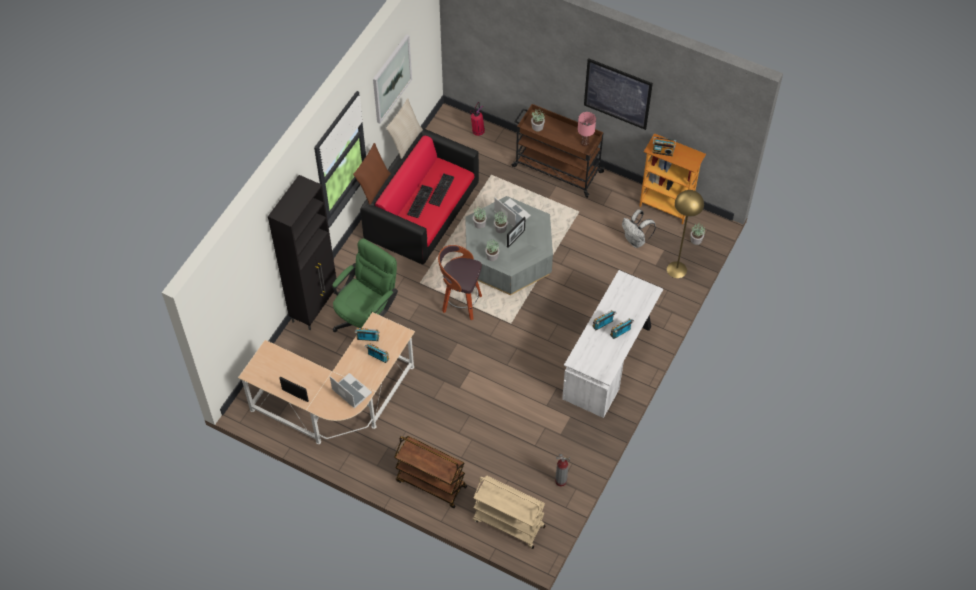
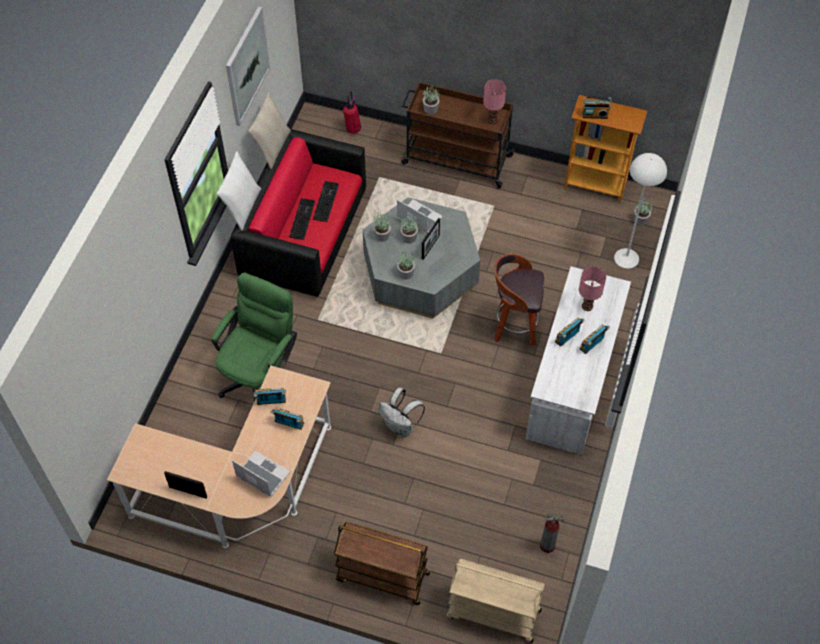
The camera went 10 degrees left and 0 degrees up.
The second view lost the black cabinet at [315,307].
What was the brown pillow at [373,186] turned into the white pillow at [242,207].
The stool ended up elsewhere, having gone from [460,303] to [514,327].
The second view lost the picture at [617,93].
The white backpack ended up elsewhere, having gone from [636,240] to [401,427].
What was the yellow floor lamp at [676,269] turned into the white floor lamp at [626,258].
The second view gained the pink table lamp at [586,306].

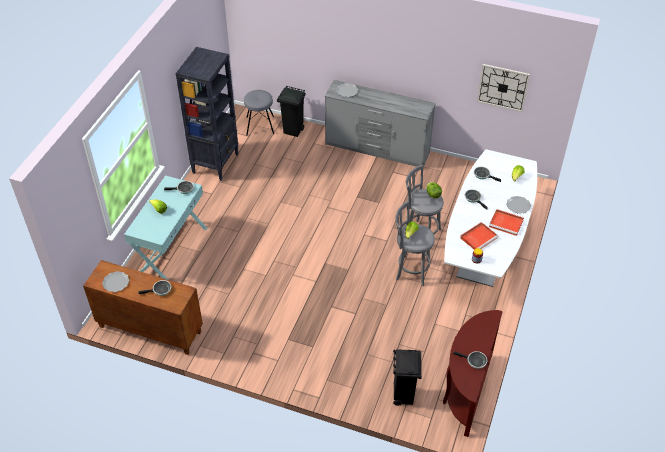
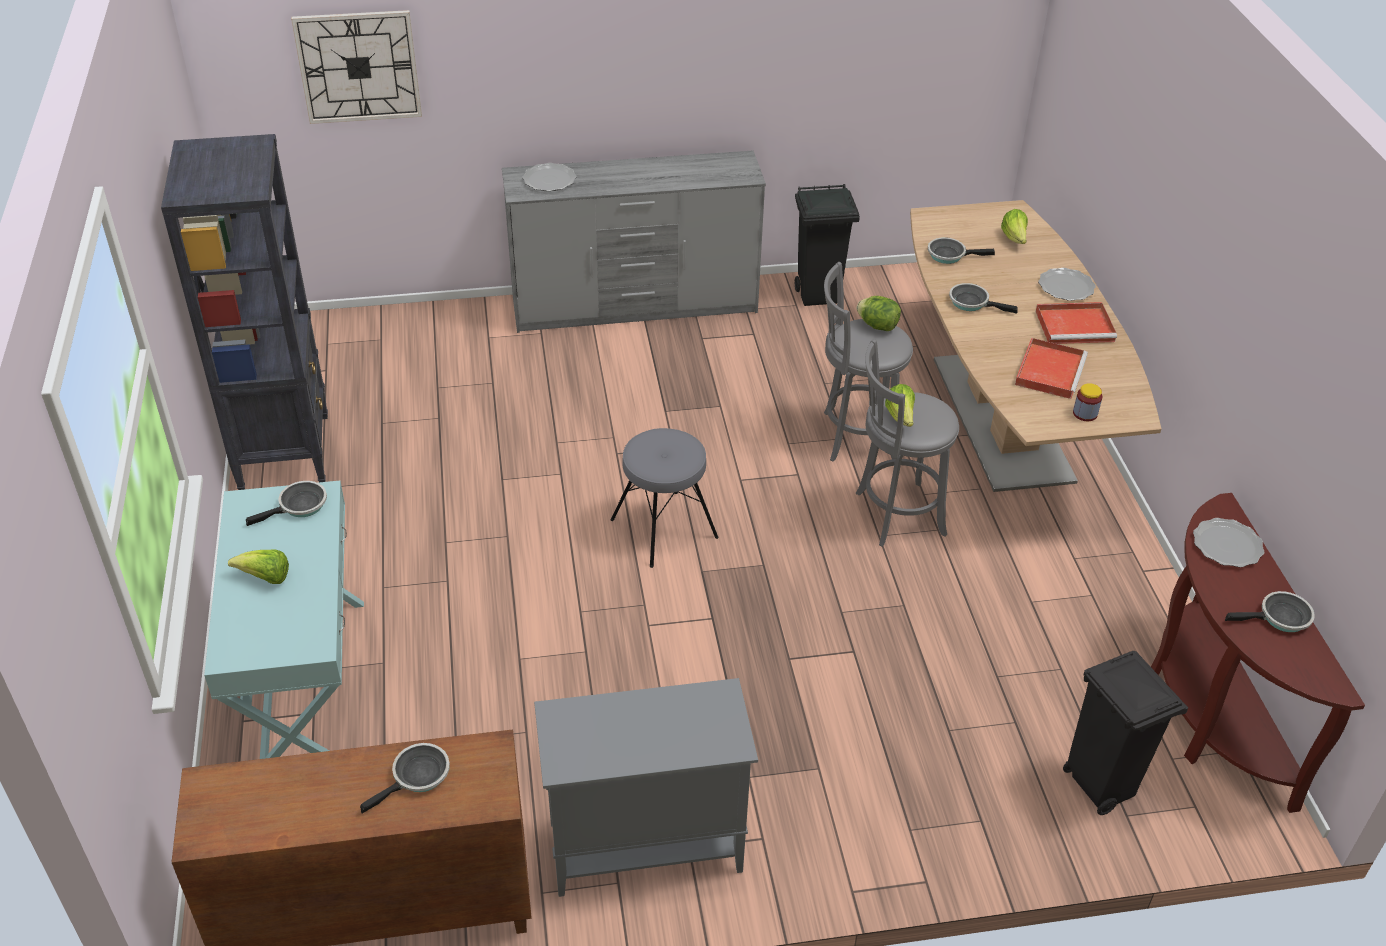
The camera went 30 degrees left and 5 degrees down.
The plate ended up elsewhere, having gone from [116,282] to [1227,545].
The grey stool ended up elsewhere, having gone from [260,125] to [663,528].
The black trash can ended up elsewhere, having gone from [293,131] to [819,295].
What was the white dining table at [485,249] turned into the brown dining table at [1001,418].
The wall clock ended up elsewhere, having gone from [503,87] to [358,67].
The second view gained the grey cabinet at [643,847].

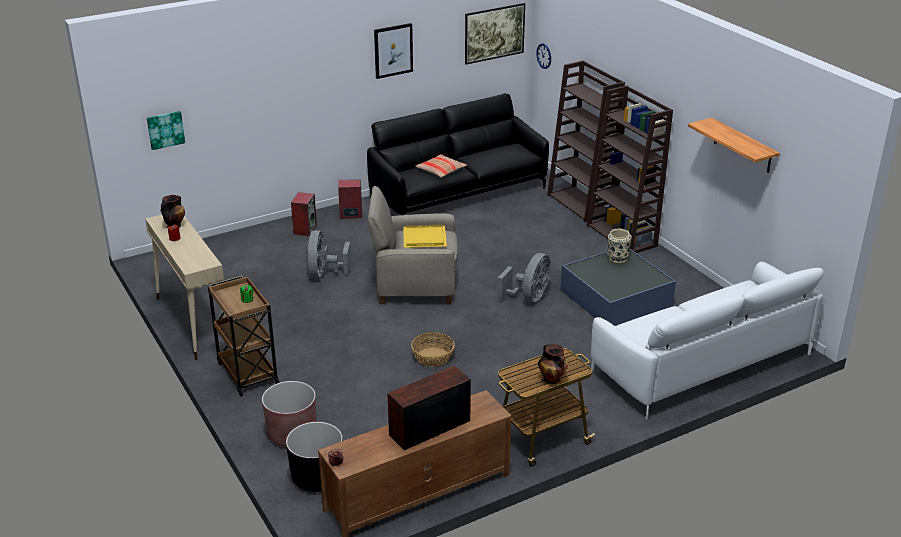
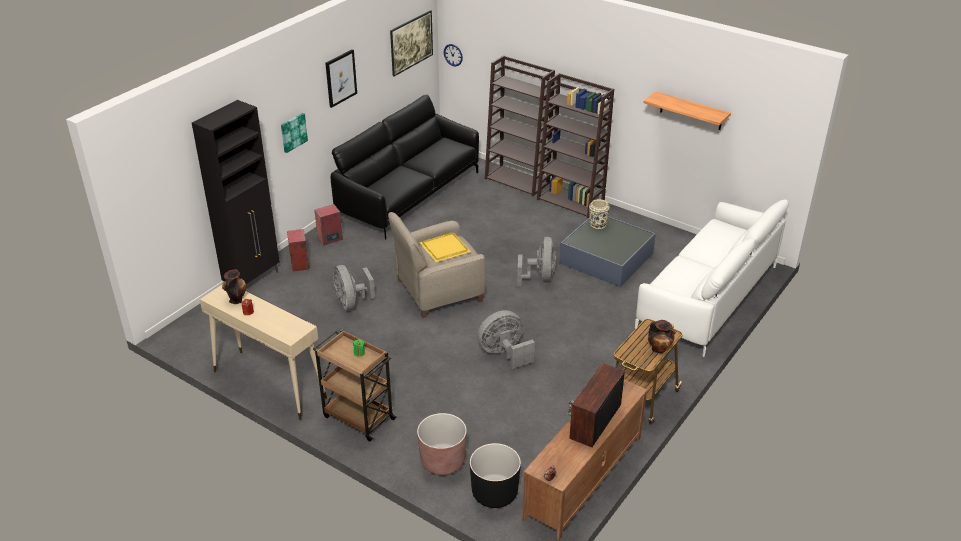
The camera went 25 degrees left and 5 degrees up.
The picture ended up elsewhere, having gone from [165,129] to [293,132].
Where the basket stood at [432,357], the grey fan came to stand at [504,354].
The second view lost the pillow at [441,171].
The second view gained the black cabinet at [253,280].

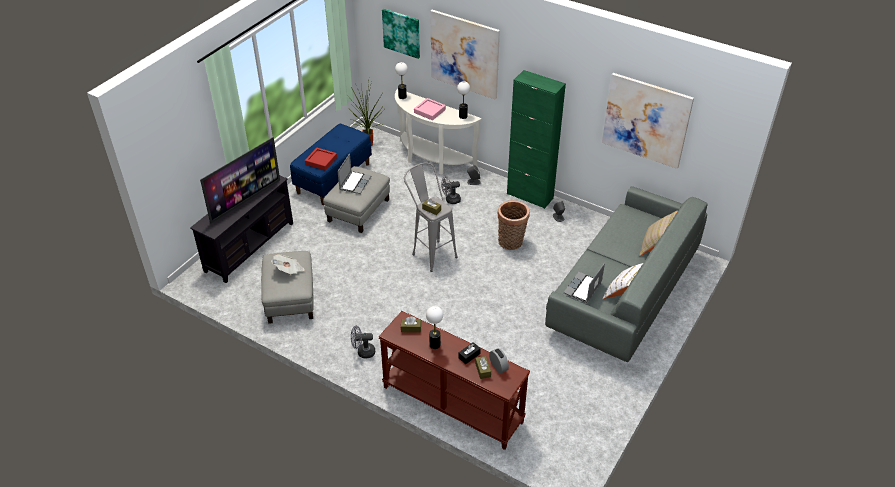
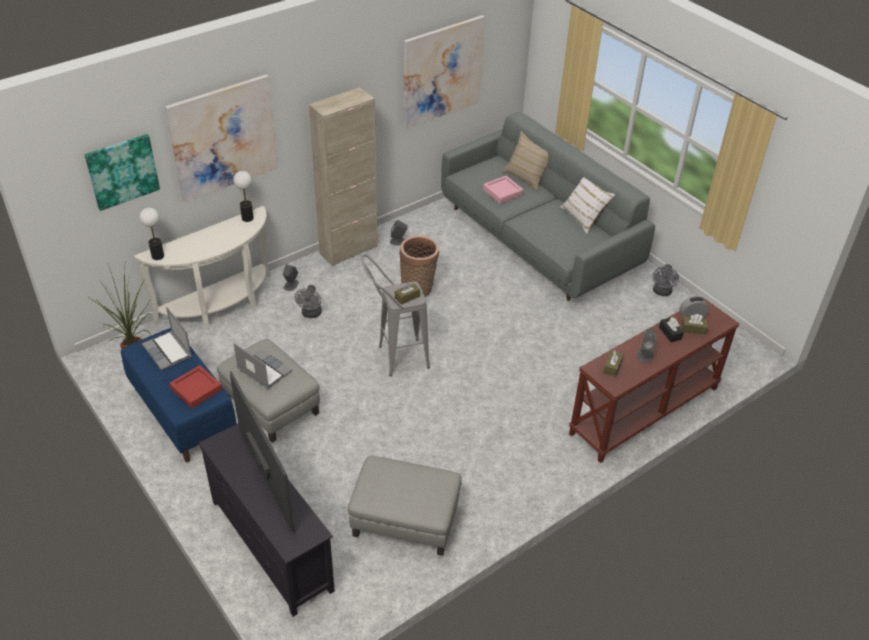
The camera went 70 degrees left and 0 degrees up.
The second view lost the newspaper at [289,270].
The grey fan ended up elsewhere, having gone from [363,352] to [662,292].
The pink tray ended up elsewhere, having gone from [429,111] to [502,192].
Where the table lamp stood at [435,345], the grey speaker came to stand at [645,354].
What was the green cabinet at [530,196] turned into the beige cabinet at [348,250].
The laptop ended up elsewhere, having gone from [583,289] to [168,351].

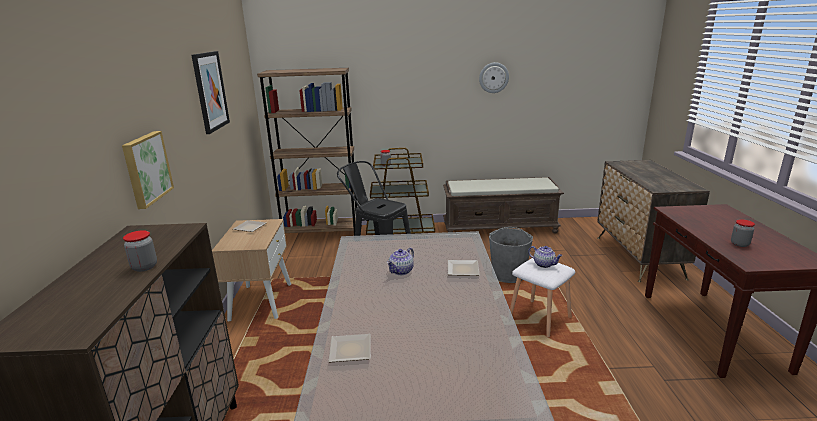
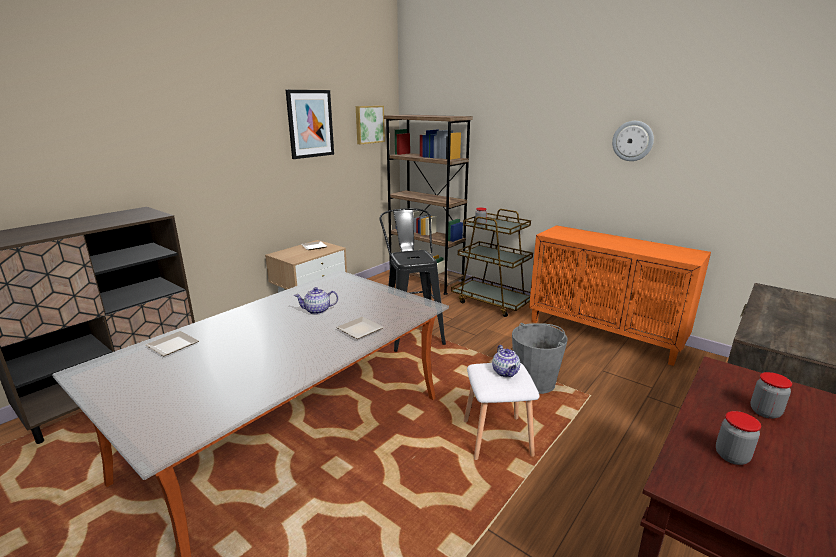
The camera went 40 degrees right and 0 degrees up.
The picture ended up elsewhere, having gone from [146,168] to [369,124].
The jar ended up elsewhere, having gone from [144,267] to [765,412].
Where the brown bench stood at [500,227], the orange cabinet came to stand at [604,334].

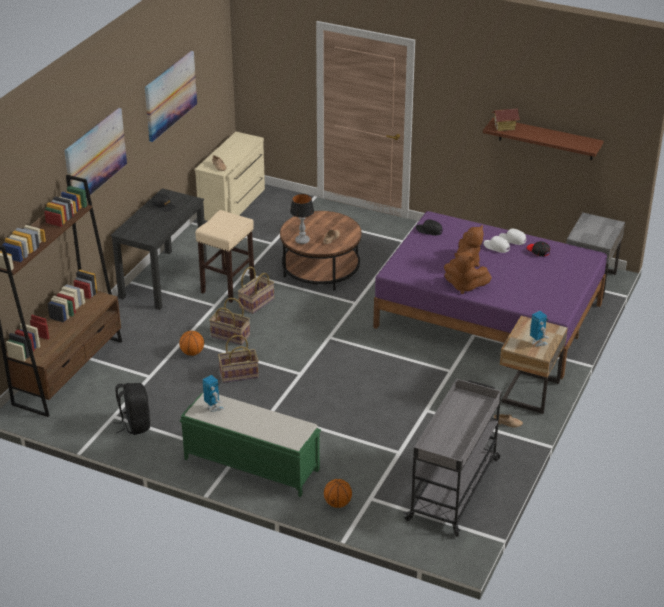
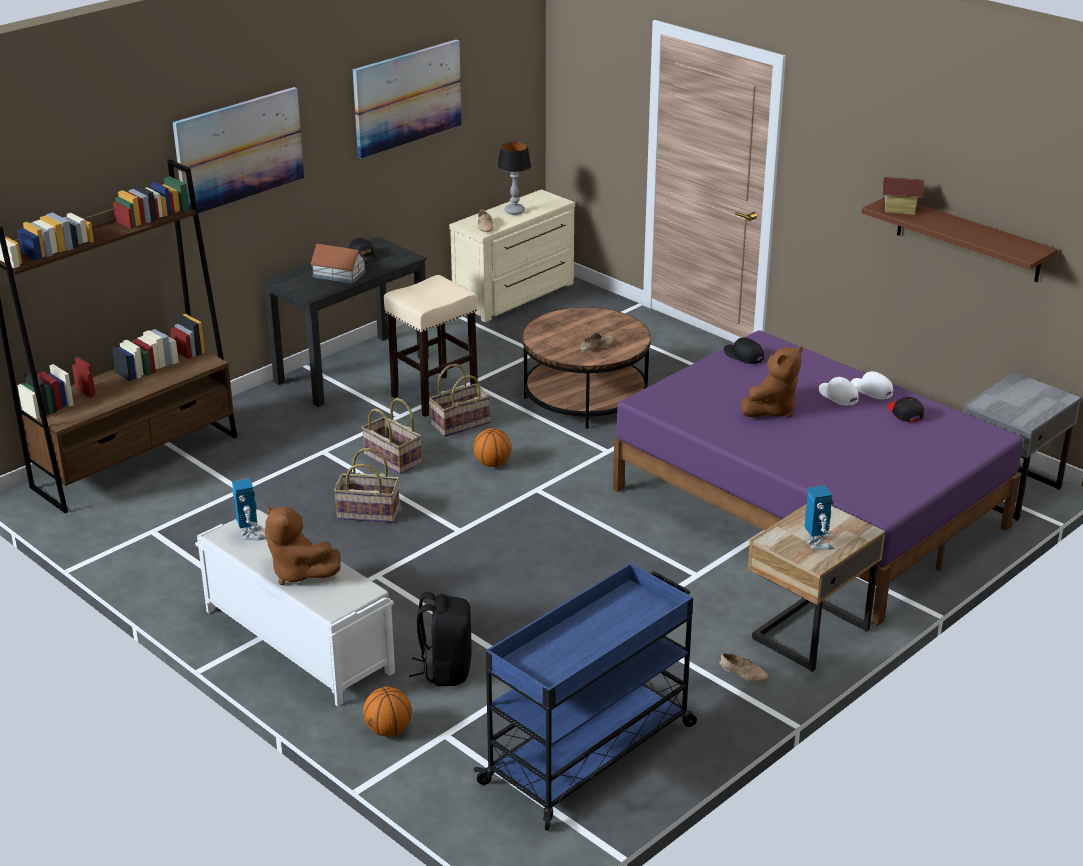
The camera went 20 degrees right and 5 degrees down.
The black backpack ended up elsewhere, having gone from [134,425] to [445,670].
The basketball ended up elsewhere, having gone from [192,353] to [492,464].
What was the green bench at [250,464] turned into the white bench at [297,640].
The table lamp ended up elsewhere, having gone from [302,241] to [514,211].
What was the grey cart at [454,488] turned into the blue cart at [591,752].
The brown plush toy ended up elsewhere, having gone from [464,286] to [298,573].
The second view gained the toy house at [338,274].

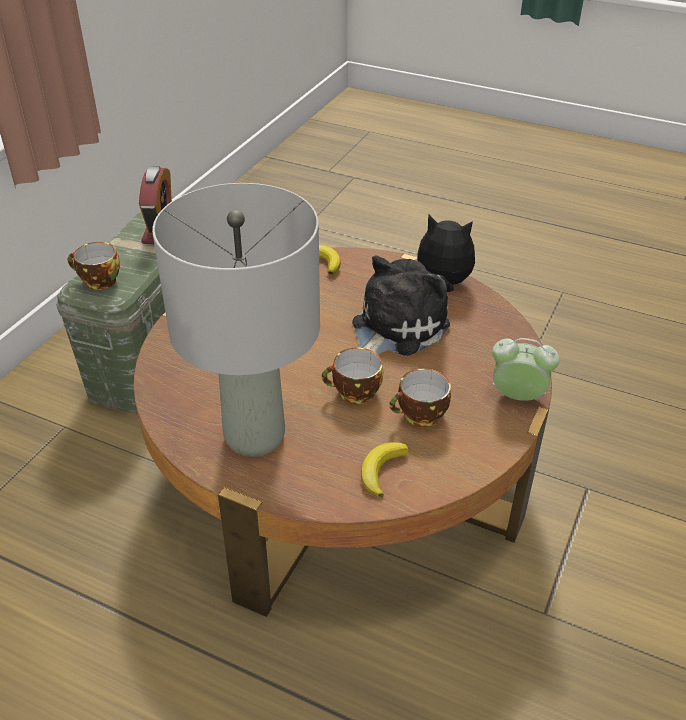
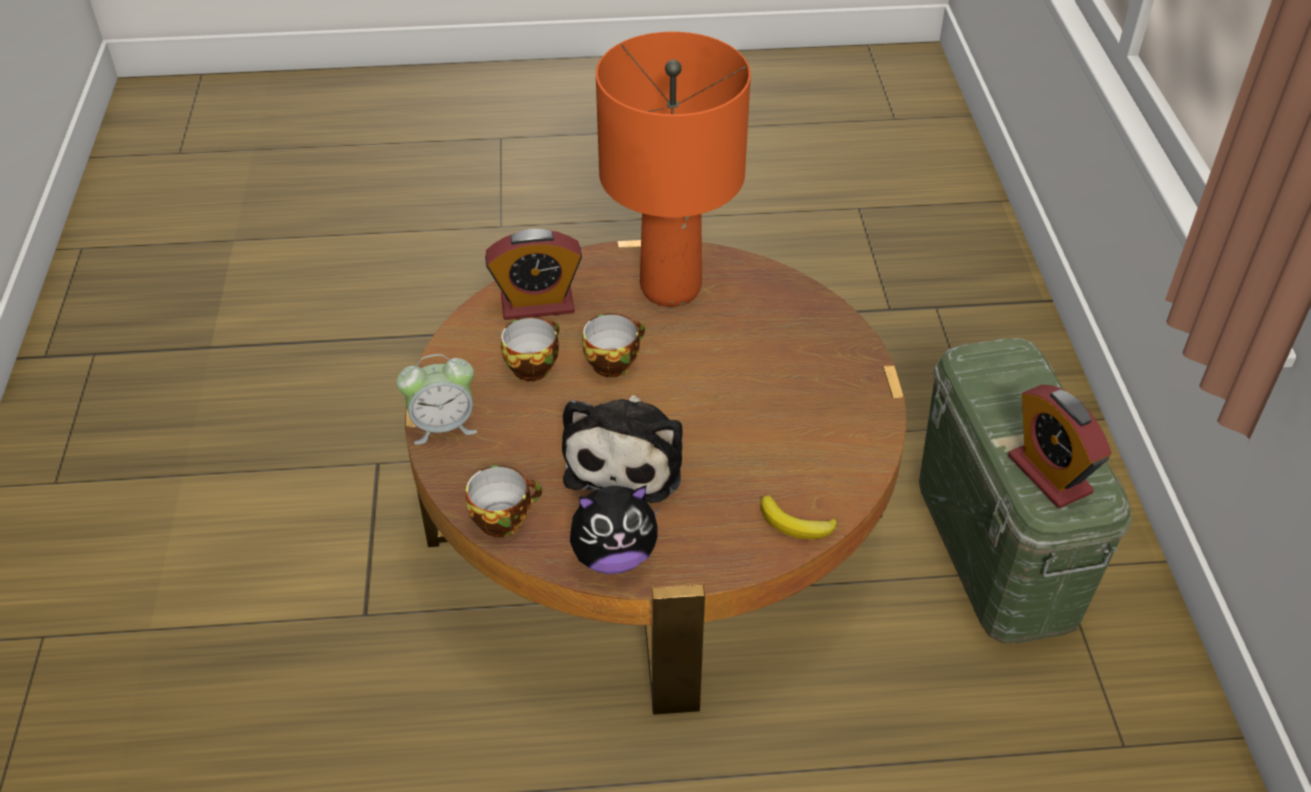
The camera went 150 degrees right and 5 degrees up.
The cup ended up elsewhere, having gone from [98,282] to [503,518].
What was the grey table lamp at [254,435] turned into the orange table lamp at [671,288].
Where the banana stood at [381,470], the alarm clock came to stand at [537,304].

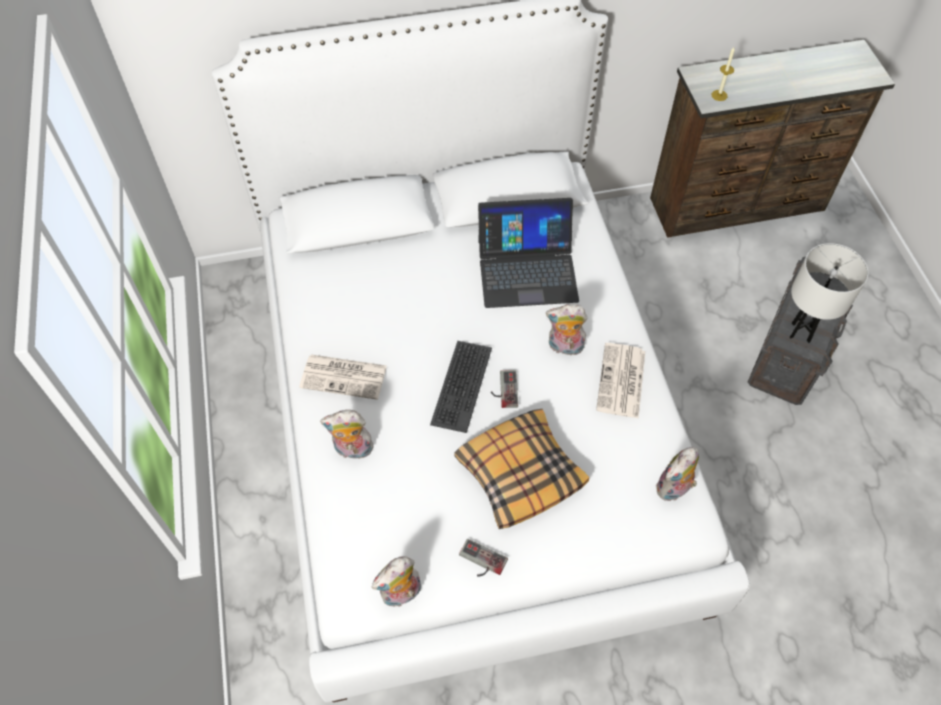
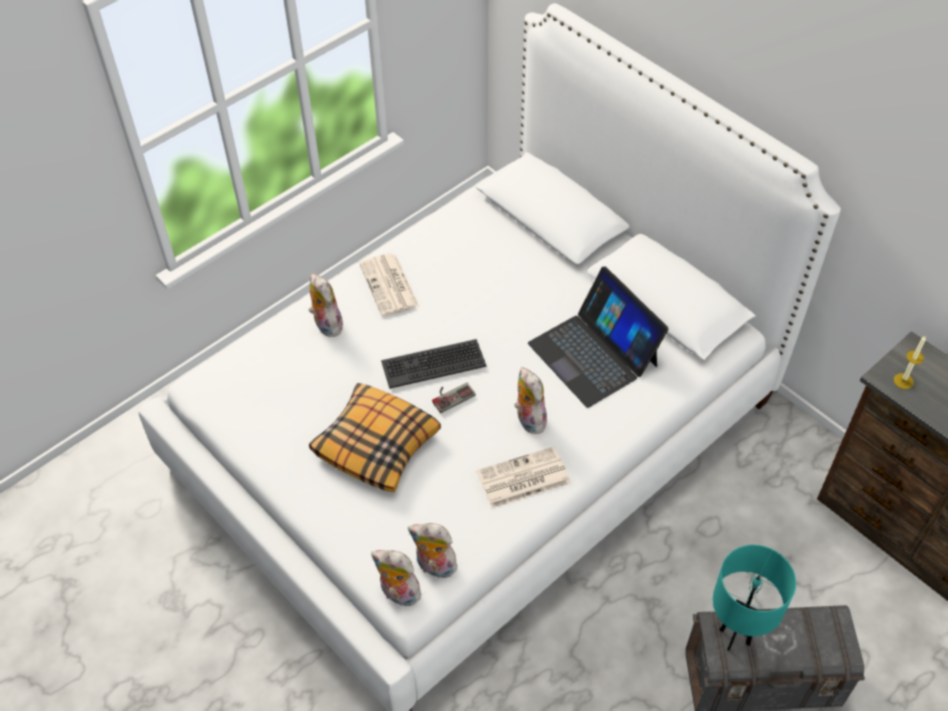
The camera went 60 degrees right and 5 degrees down.
The plush toy ended up elsewhere, having gone from [401,594] to [398,594].
The second view lost the game controller at [480,562].
What was the white table lamp at [800,333] turned into the turquoise table lamp at [734,637].

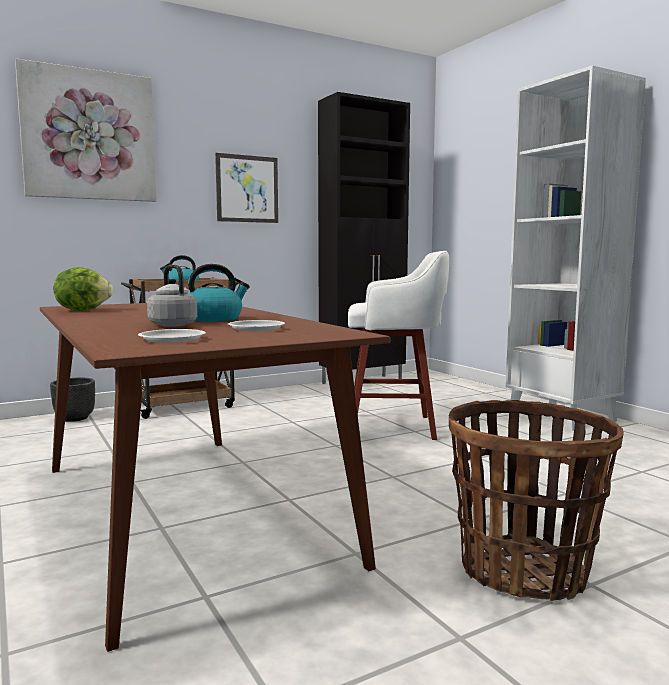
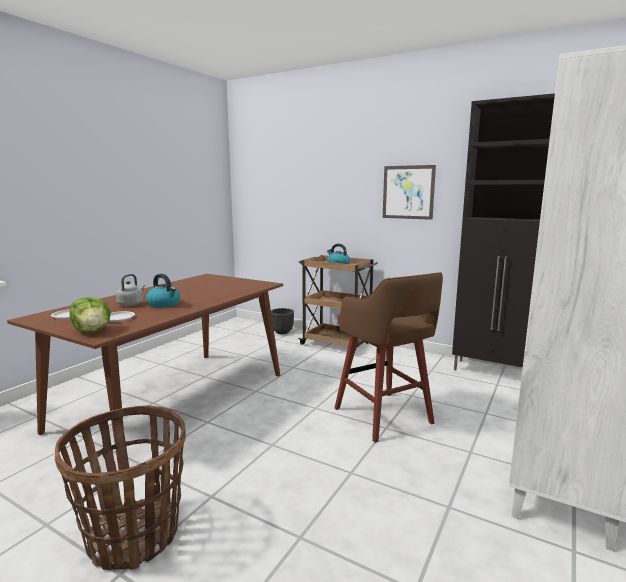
The camera went 60 degrees right and 5 degrees up.
The second view lost the picture at [89,135].
The lettuce ended up elsewhere, having gone from [83,310] to [92,331].
What was the white stool at [394,427] turned into the brown stool at [384,417].

